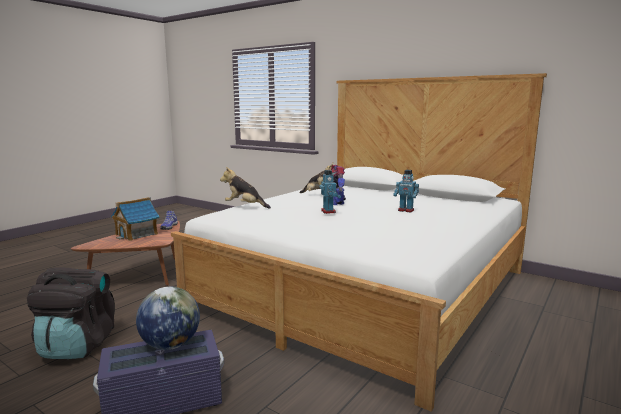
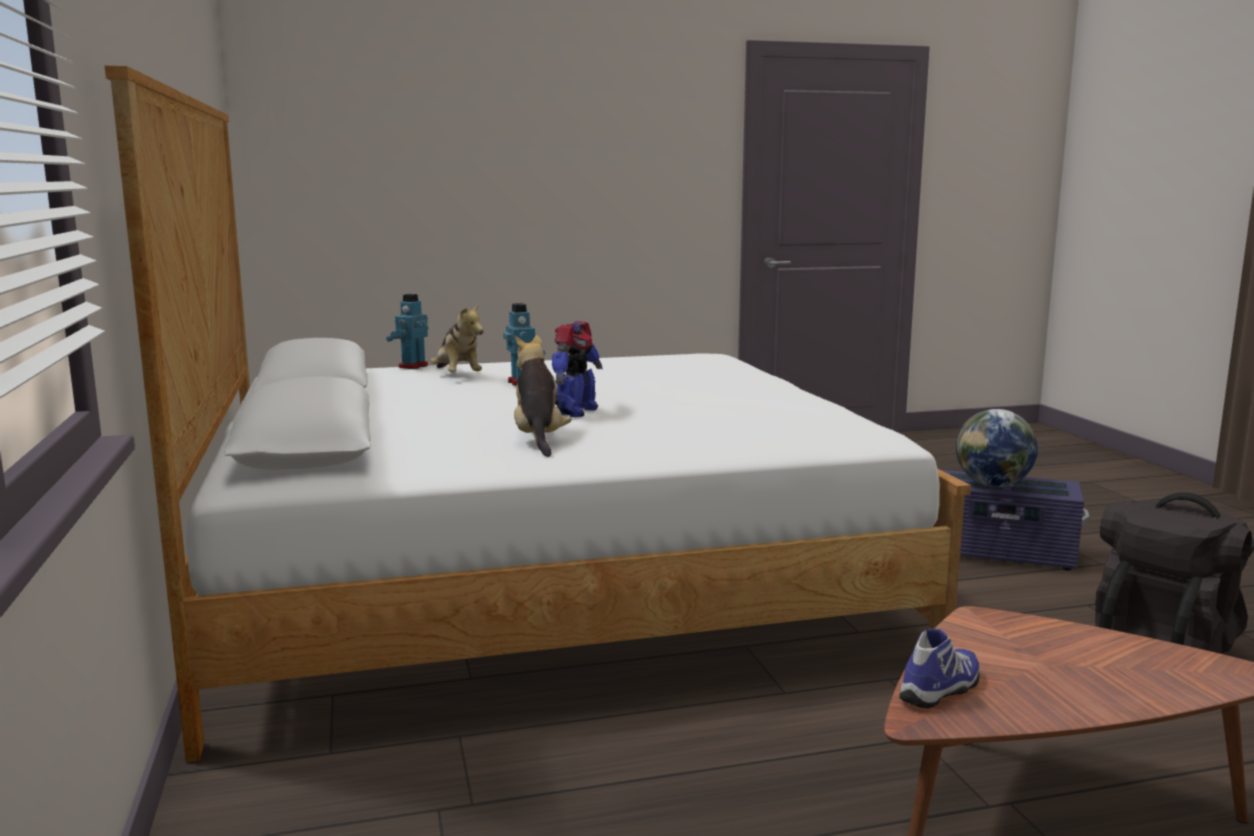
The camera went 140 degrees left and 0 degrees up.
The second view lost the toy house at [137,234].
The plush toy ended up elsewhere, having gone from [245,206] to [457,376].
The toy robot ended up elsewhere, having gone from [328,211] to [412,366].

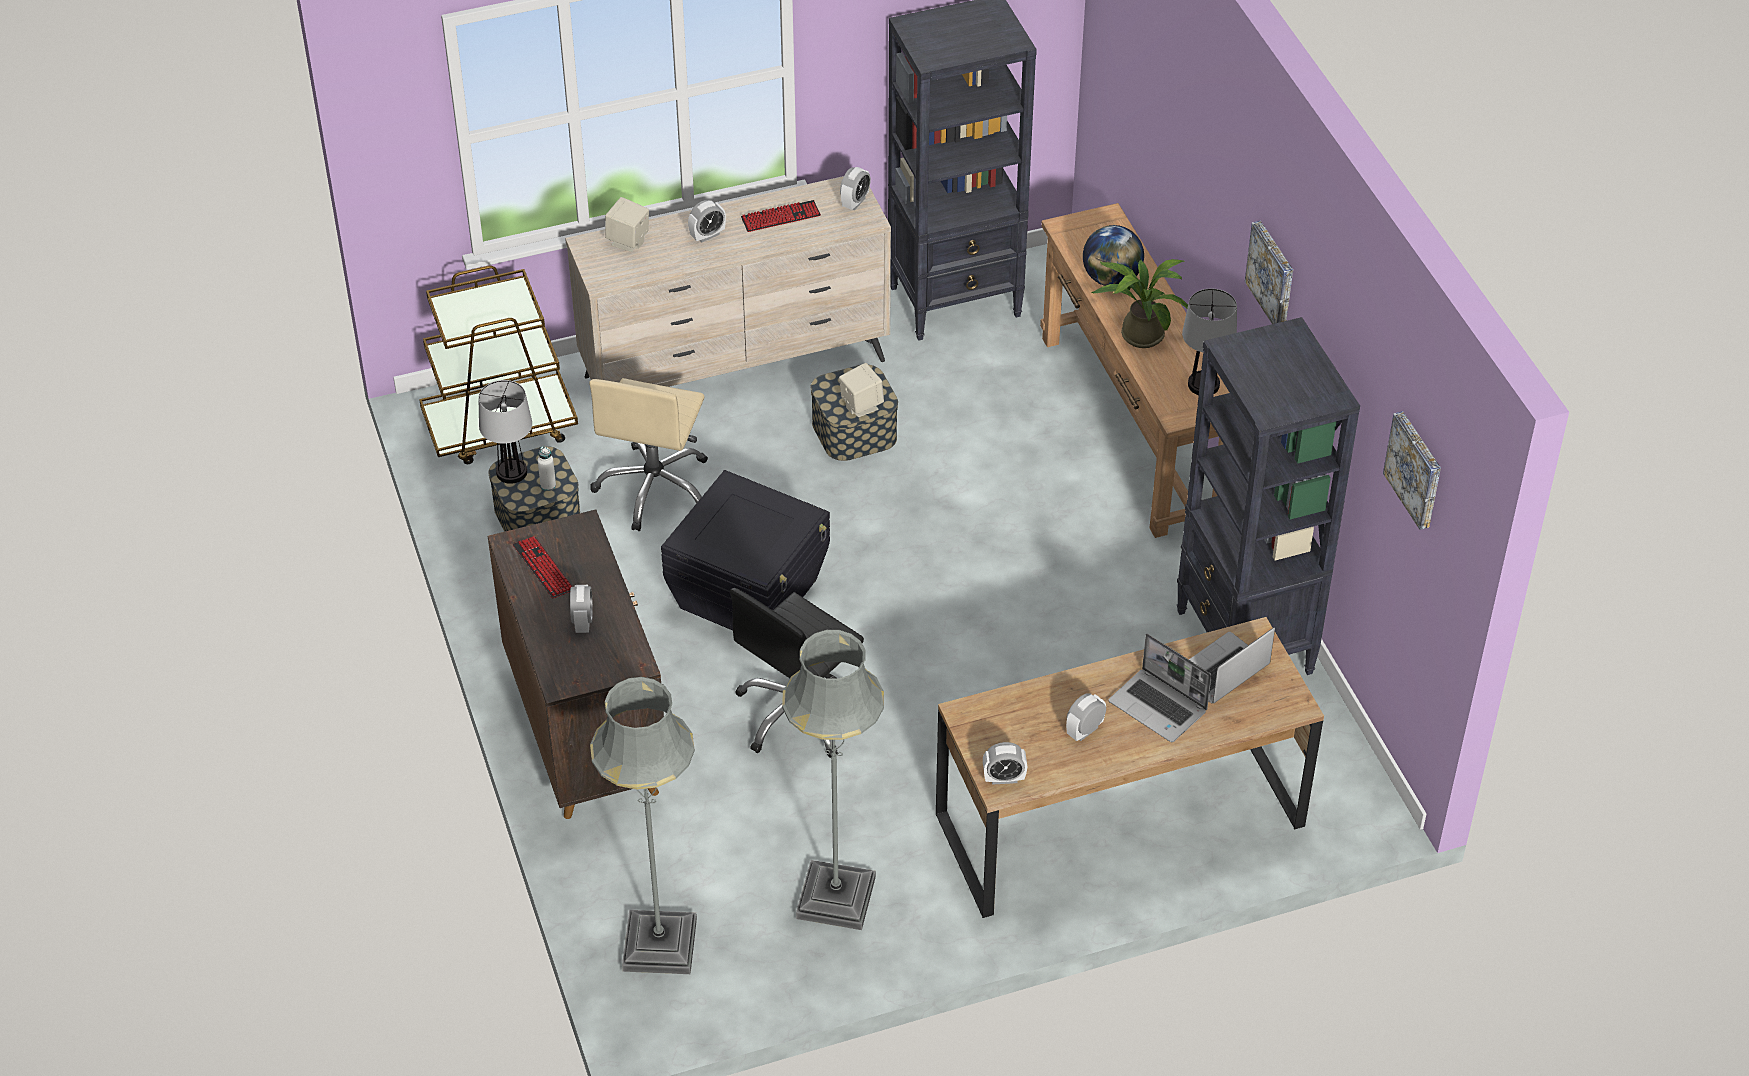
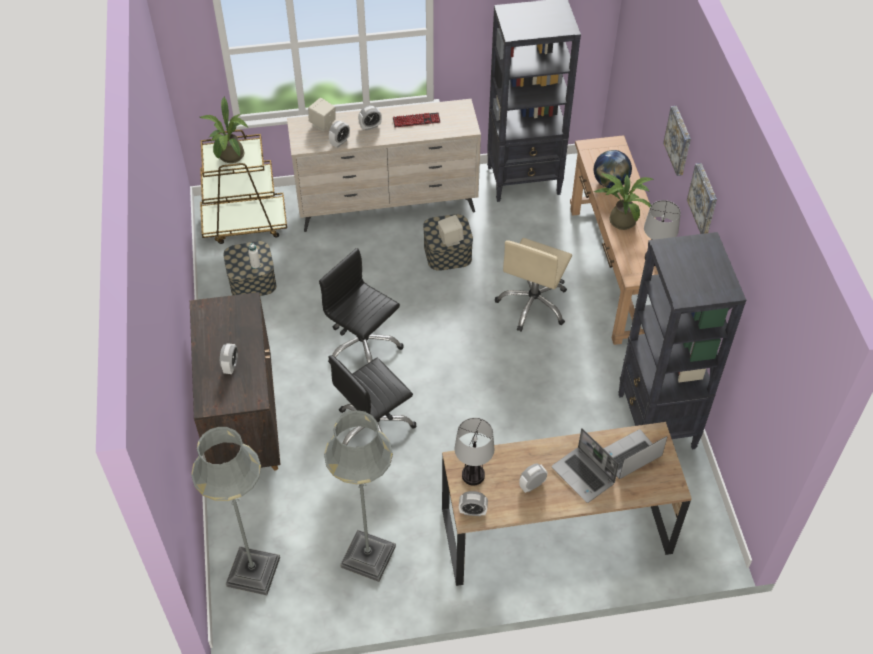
The camera went 10 degrees right and 5 degrees up.
The table lamp ended up elsewhere, having gone from [511,472] to [472,475].
The second view lost the keyboard at [543,568].
The beige office chair ended up elsewhere, having gone from [655,488] to [533,304].
Where the black storage box stood at [750,593], the black office chair came to stand at [363,346].
The alarm clock ended up elsewhere, having gone from [855,202] to [340,142].
The picture ended up elsewhere, having gone from [1416,469] to [679,140].
The second view gained the potted plant at [230,158].

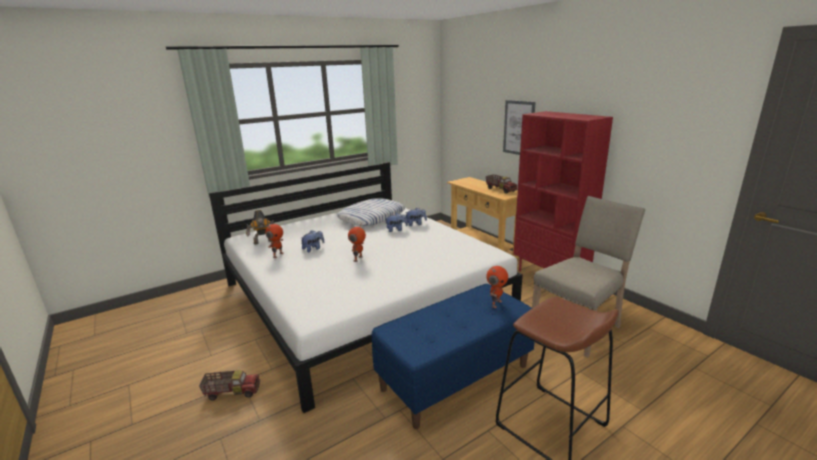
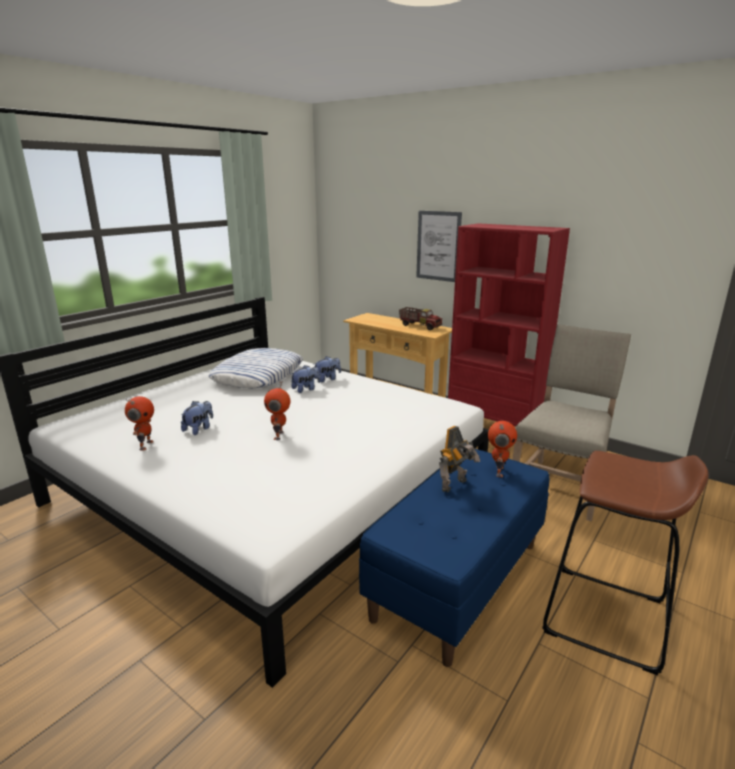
The camera went 20 degrees left and 0 degrees up.
The second view lost the toy truck at [232,392].
The toy robot ended up elsewhere, having gone from [263,242] to [455,485].

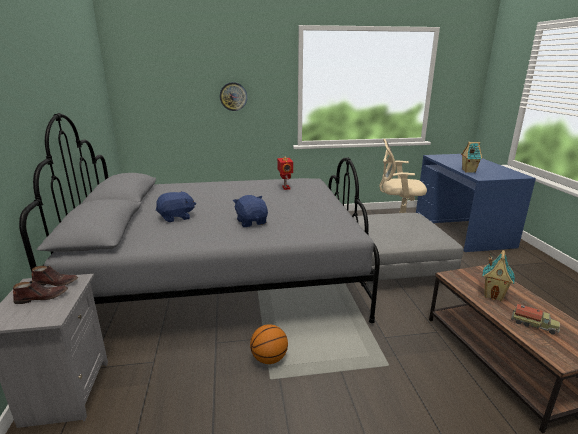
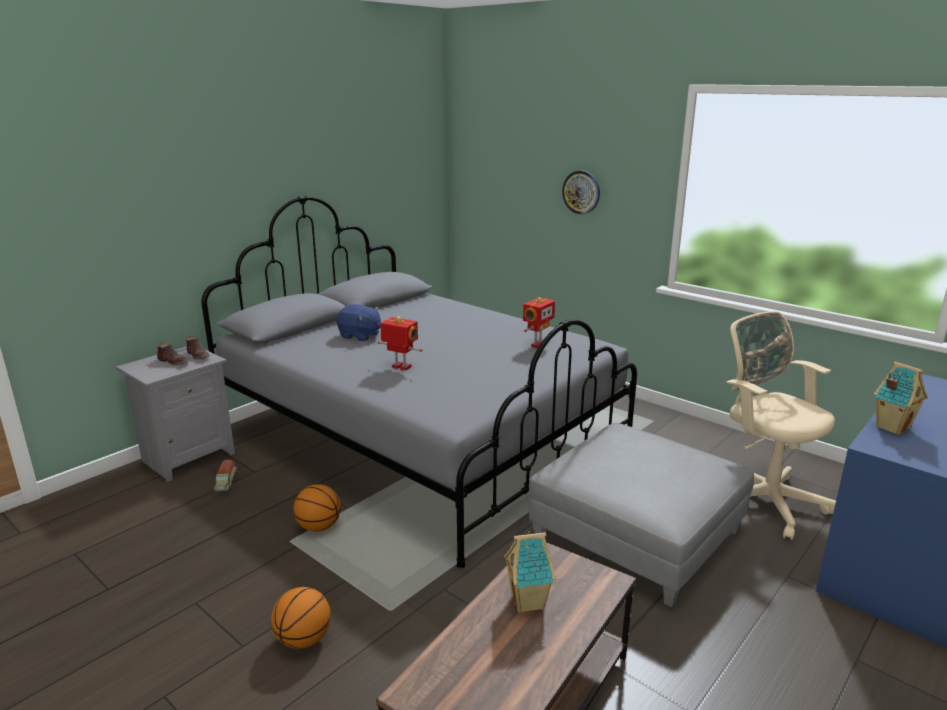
The camera went 50 degrees right and 0 degrees up.
Where the blue plush toy stood at [252,222], the toy robot came to stand at [400,367].
The toy truck ended up elsewhere, having gone from [534,325] to [225,483].
The second view gained the basketball at [303,640].

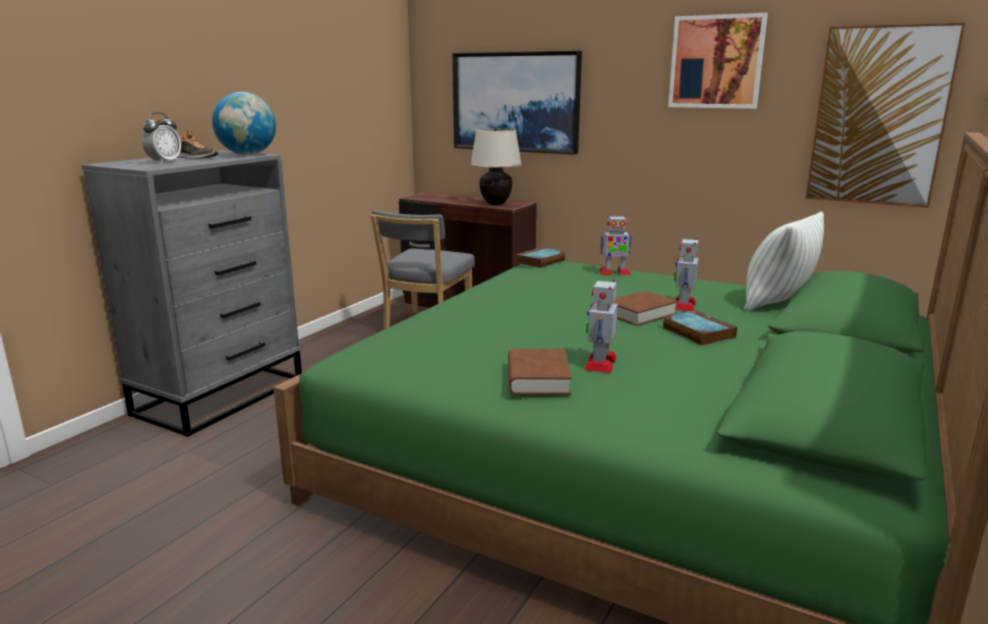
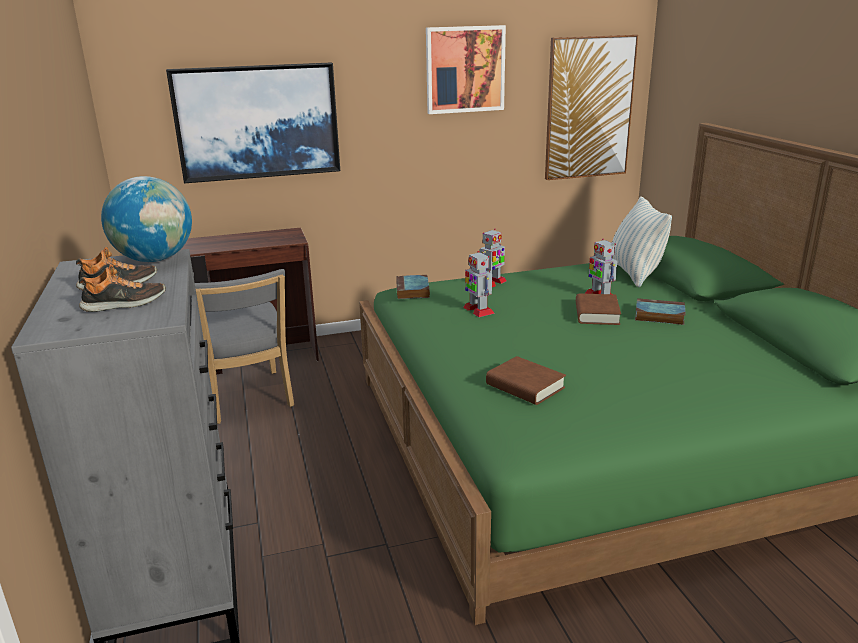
The camera went 45 degrees left and 5 degrees up.
Where the alarm clock stood at [164,162], the shoe came to stand at [124,304].
The second view lost the beige table lamp at [495,204].
The brown book ended up elsewhere, having gone from [538,379] to [525,386].
The toy robot ended up elsewhere, having gone from [600,363] to [478,310].

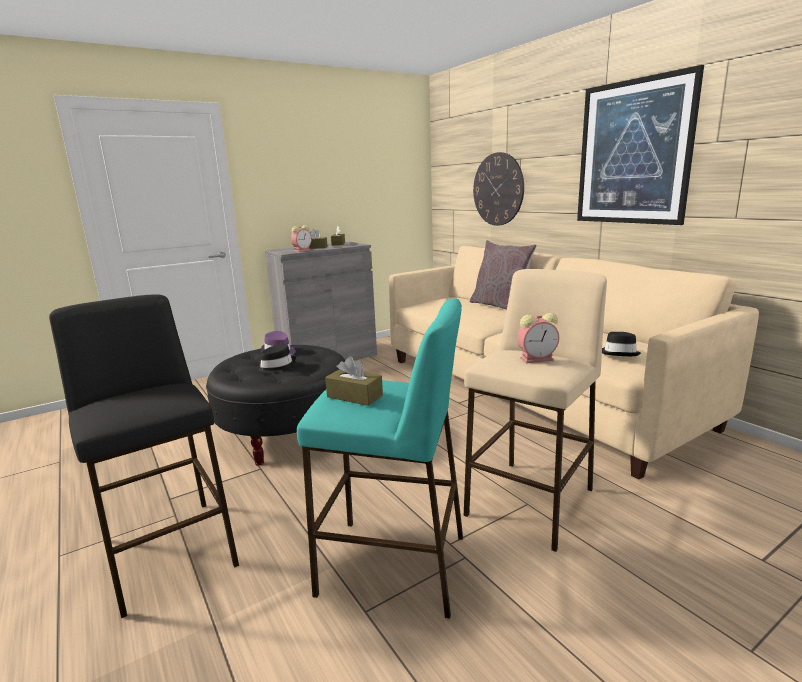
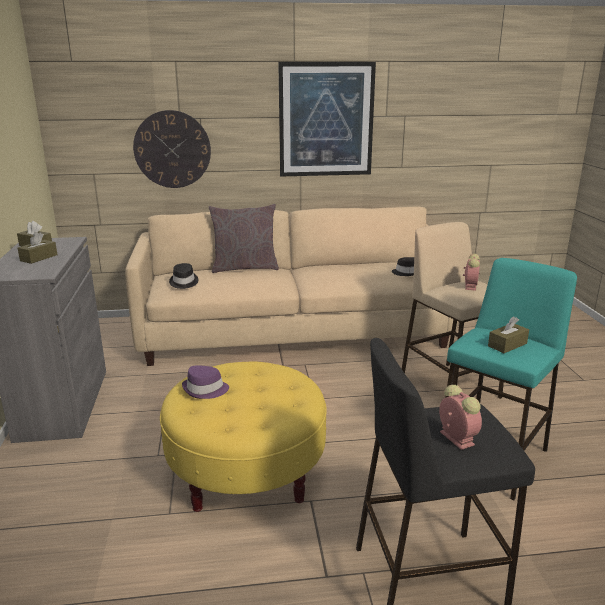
The camera went 65 degrees left and 5 degrees up.
What was the black ottoman at [286,433] turned into the yellow ottoman at [246,471].
The black hat ended up elsewhere, having gone from [276,366] to [183,282].
The alarm clock ended up elsewhere, having gone from [302,250] to [455,437].

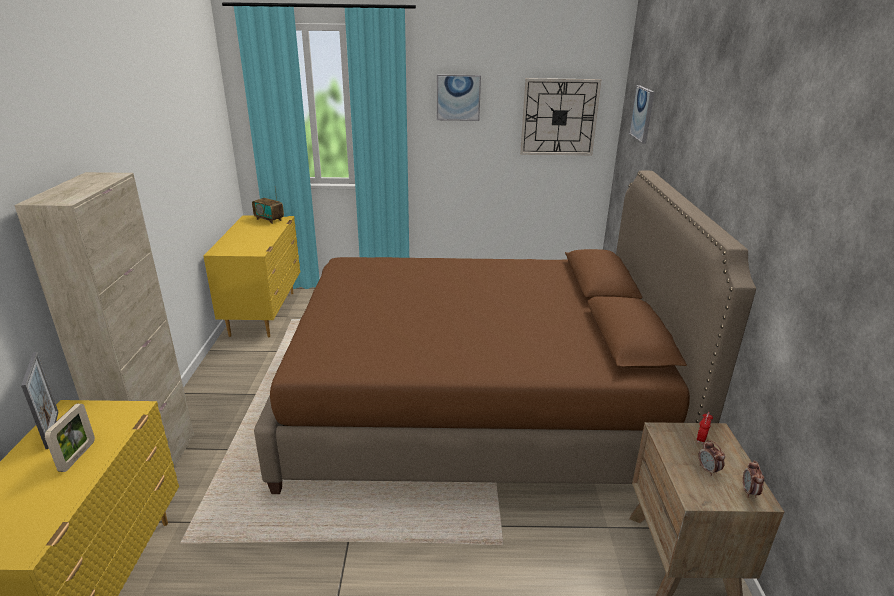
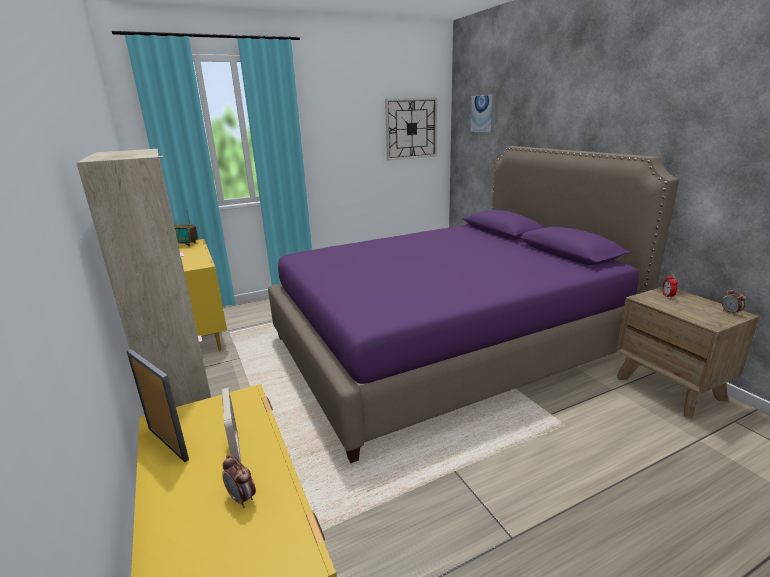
The camera went 25 degrees left and 5 degrees down.
What was the brown bed at [475,404] turned into the purple bed at [445,346].
The second view lost the picture at [458,97].
The alarm clock ended up elsewhere, having gone from [708,470] to [242,498].

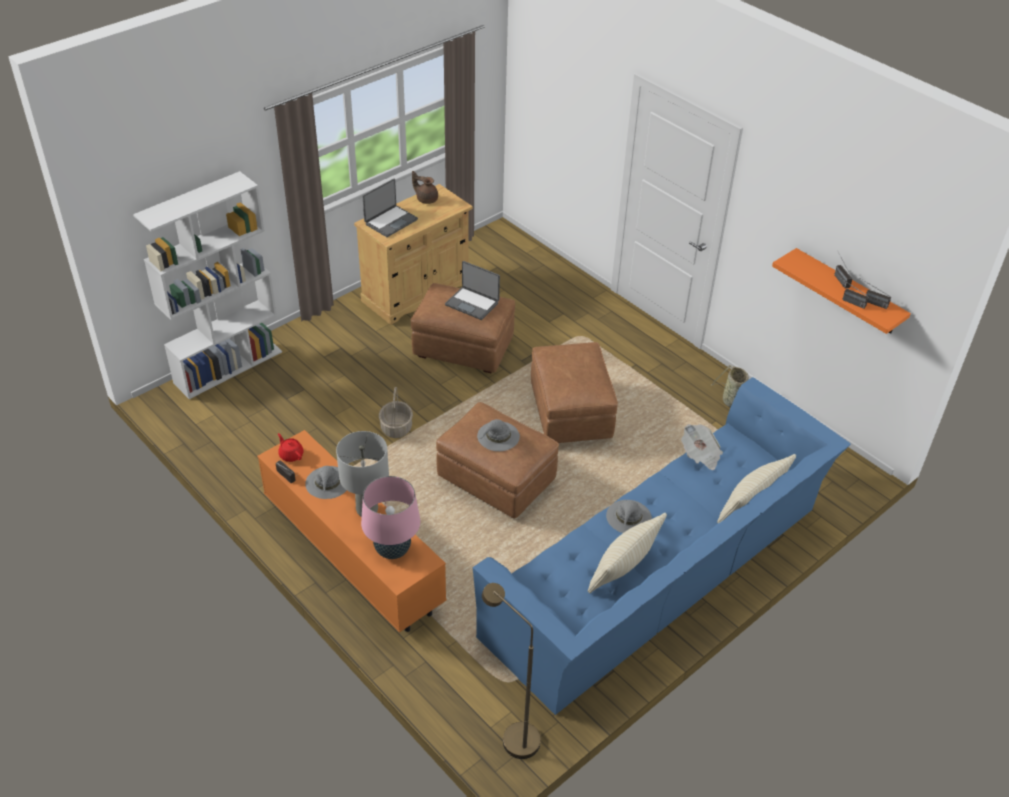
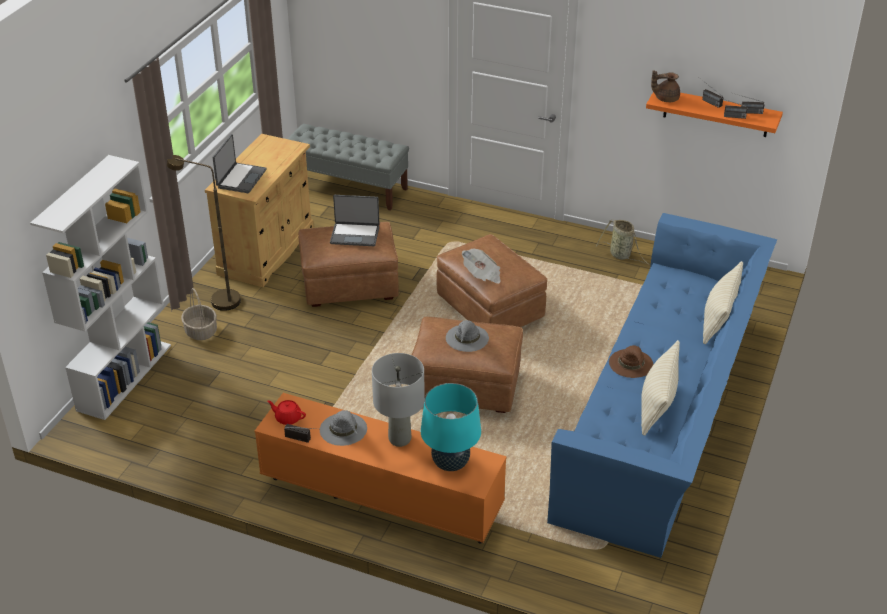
The camera went 25 degrees left and 5 degrees down.
What was the pink table lamp at [392,550] turned into the turquoise table lamp at [450,463].
The basket ended up elsewhere, having gone from [396,427] to [200,331].
The brown teapot ended up elsewhere, having gone from [426,199] to [665,98].
The brown floor lamp ended up elsewhere, having gone from [513,735] to [217,300].
What was the grey hat at [629,517] turned into the brown hat at [631,364].
The newspaper ended up elsewhere, having gone from [700,455] to [482,275].
The second view gained the grey bench at [348,187].

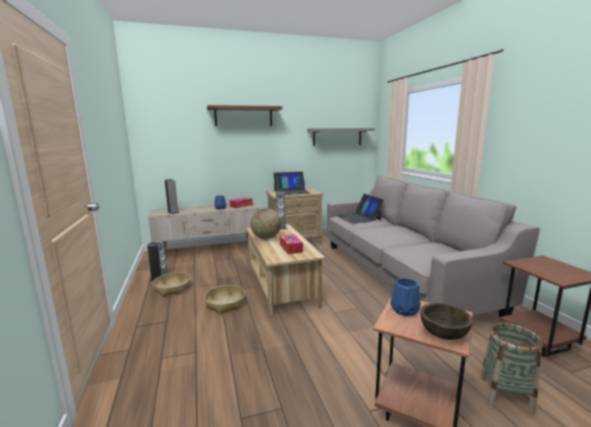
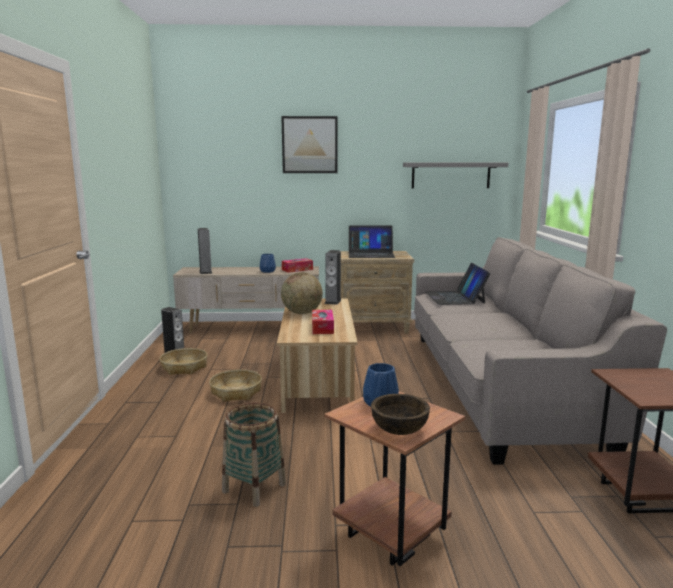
The camera went 15 degrees right and 0 degrees up.
Where the brown shelf hung at [243,116], the picture came to hang at [309,145].
The basket ended up elsewhere, having gone from [505,393] to [254,488].

